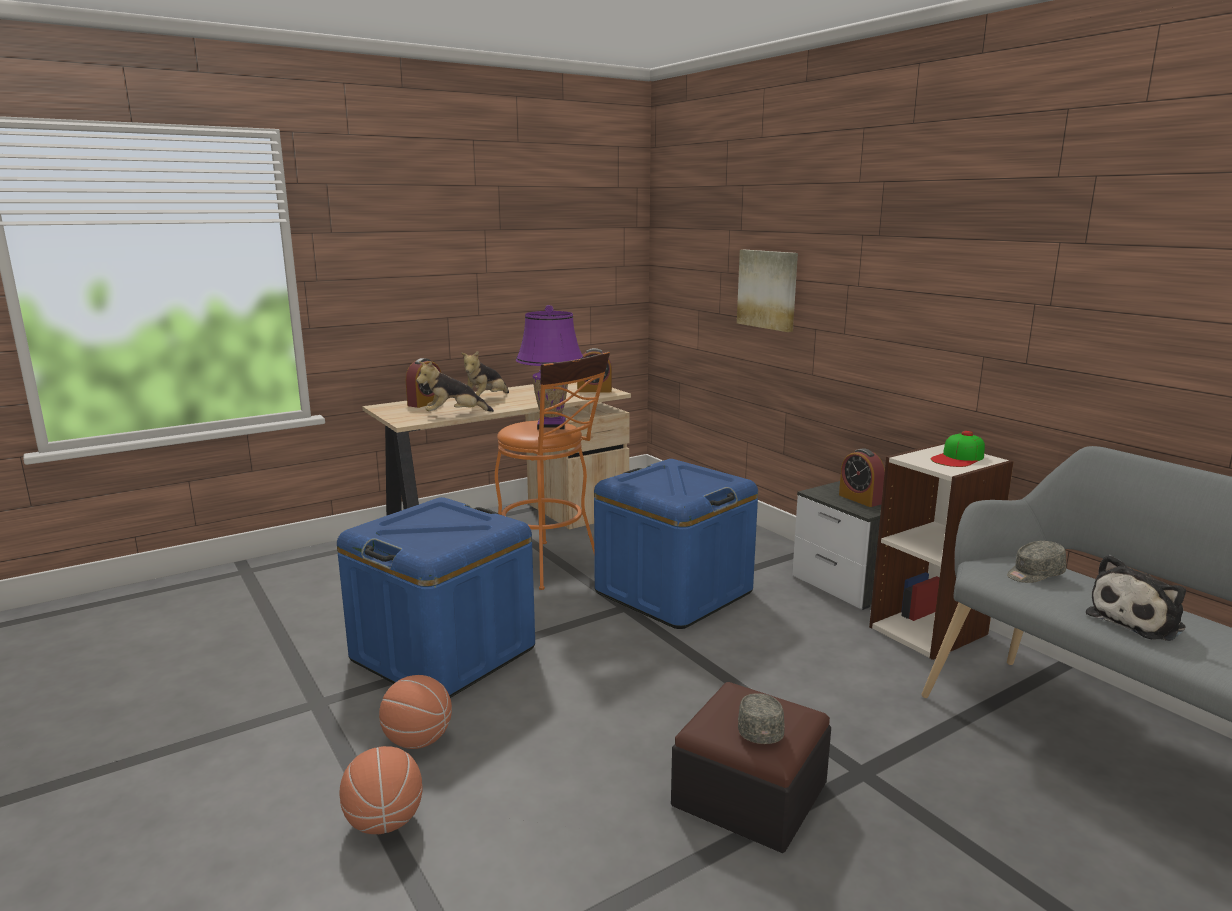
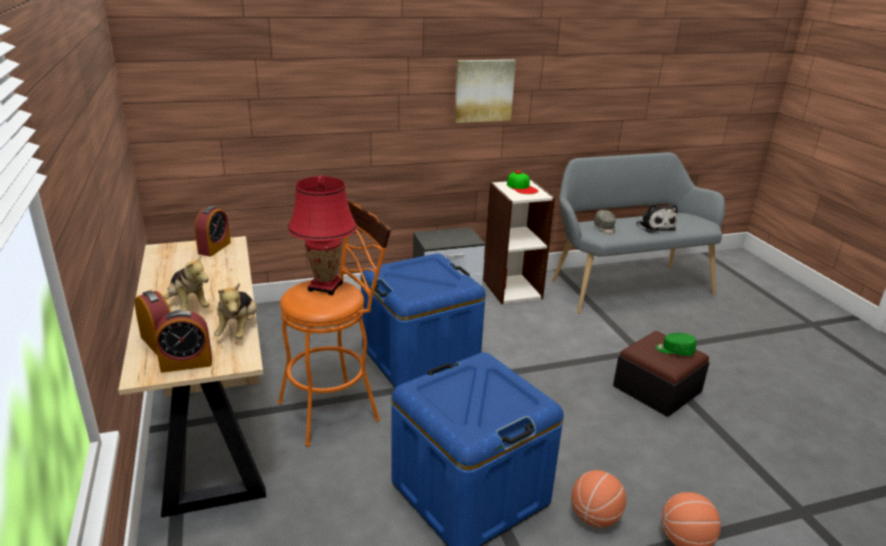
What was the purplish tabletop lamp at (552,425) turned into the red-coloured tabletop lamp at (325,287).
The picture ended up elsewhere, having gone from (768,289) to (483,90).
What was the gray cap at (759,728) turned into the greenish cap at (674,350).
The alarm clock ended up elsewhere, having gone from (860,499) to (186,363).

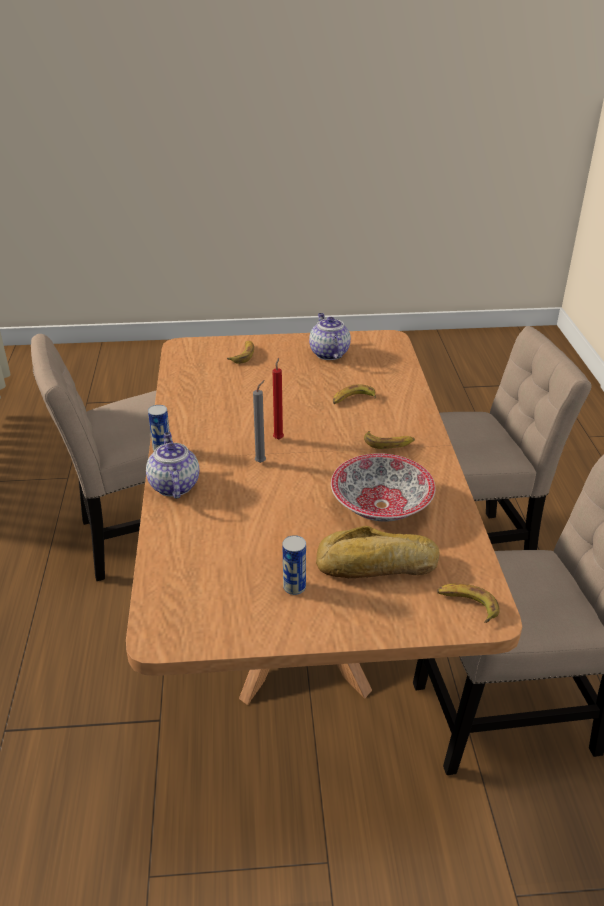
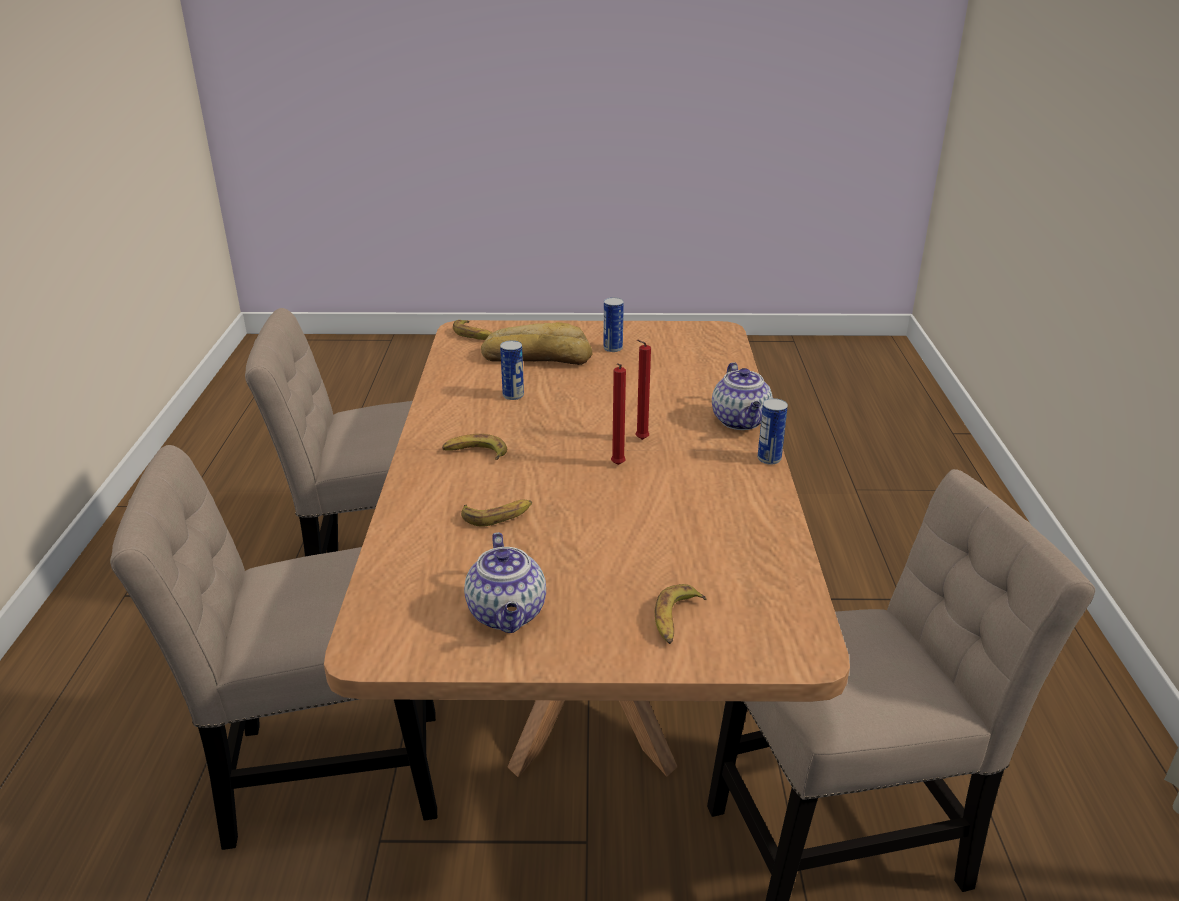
What was the gray candle at (261,462) turned into the red-coloured candle at (640,440).
Where the serving bowl stood at (382,505), the sealed can came to stand at (513,395).

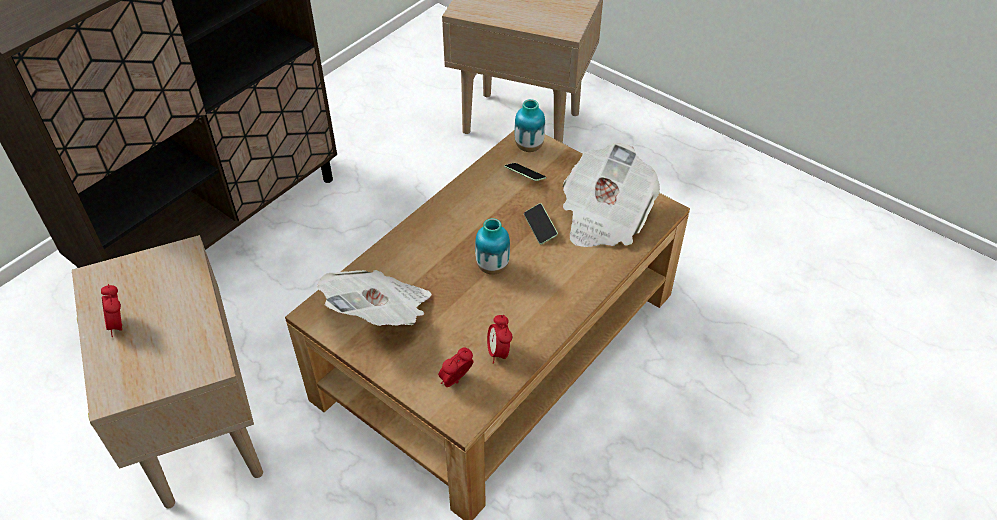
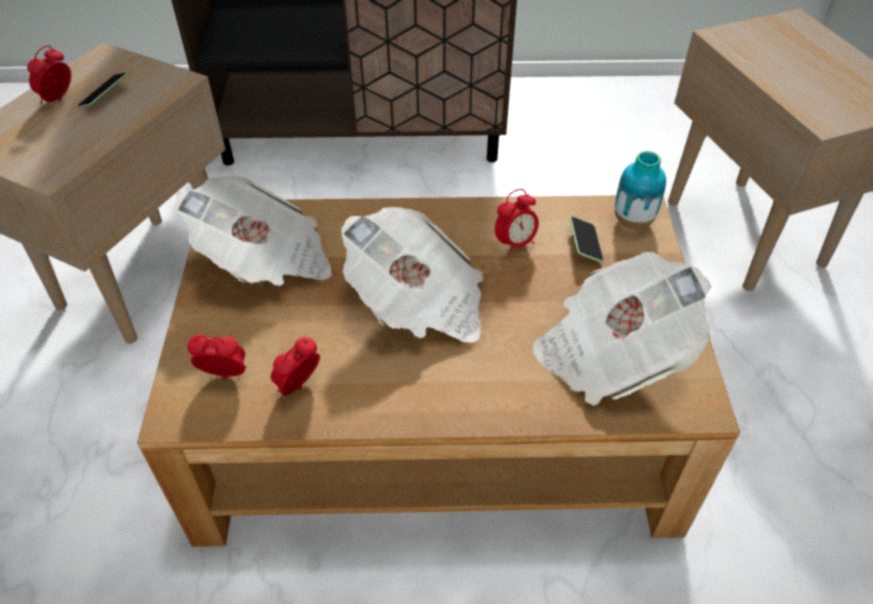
Where the vase stood at (492,267), the newspaper came to stand at (419,303).
The phone ended up elsewhere, having gone from (540,228) to (105,97).
The second view gained the alarm clock at (515,243).

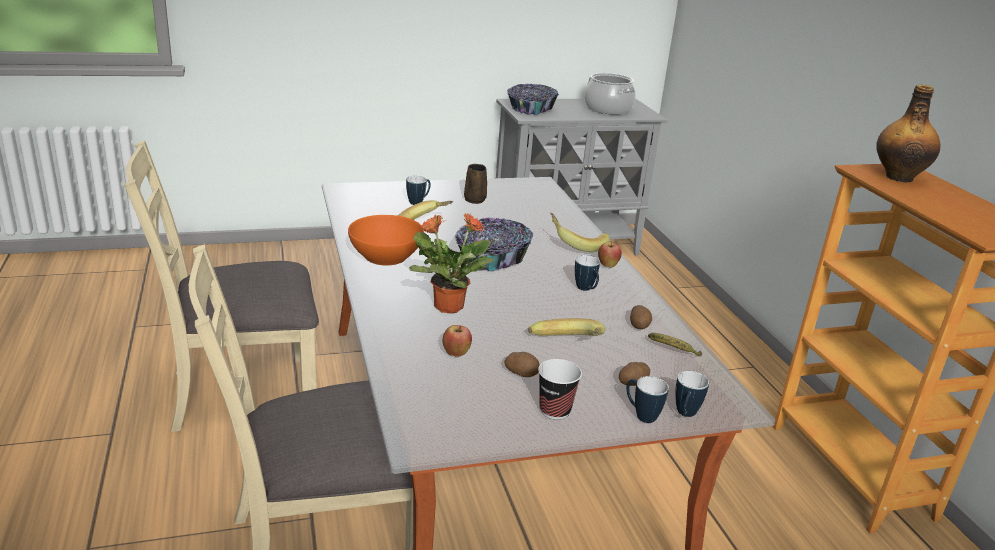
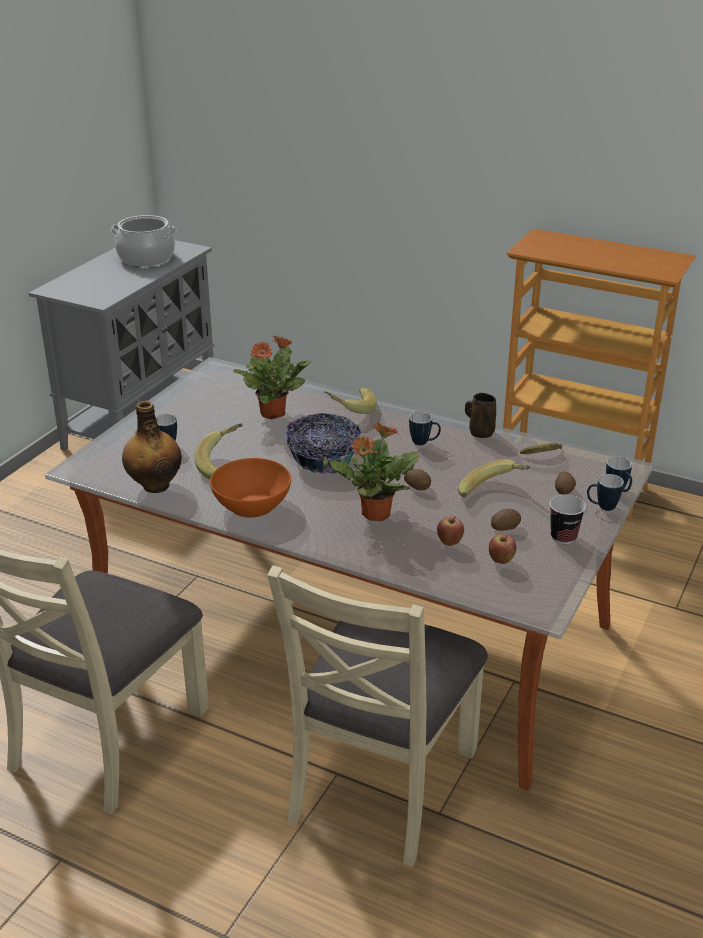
The brown mug ended up elsewhere, having gone from (475,199) to (480,432).
The second view lost the serving bowl at (530,109).
The whole apple ended up elsewhere, having gone from (608,266) to (501,561).
The spud ended up elsewhere, having gone from (639,325) to (418,486).
The drink bottle ended up elsewhere, having gone from (898,177) to (155,485).
The second view gained the potted plant at (273,413).

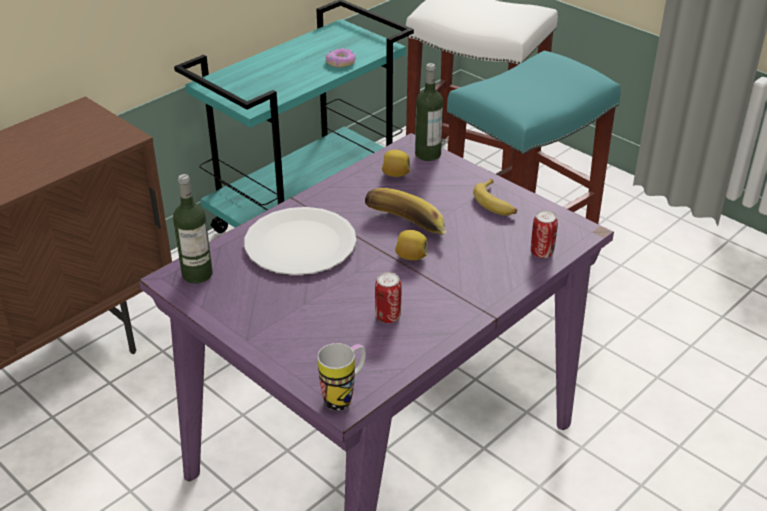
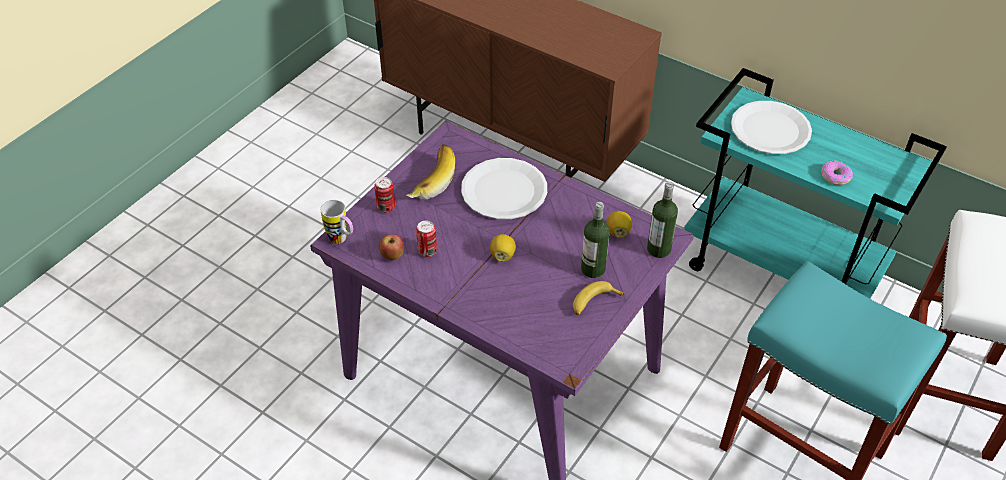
The drink bottle ended up elsewhere, having gone from (197,274) to (593,269).
The banana fruit ended up elsewhere, having gone from (404,227) to (430,180).
The sealed can ended up elsewhere, having gone from (541,253) to (386,207).
The second view gained the whole apple at (392,256).
The second view gained the white plate at (770,129).

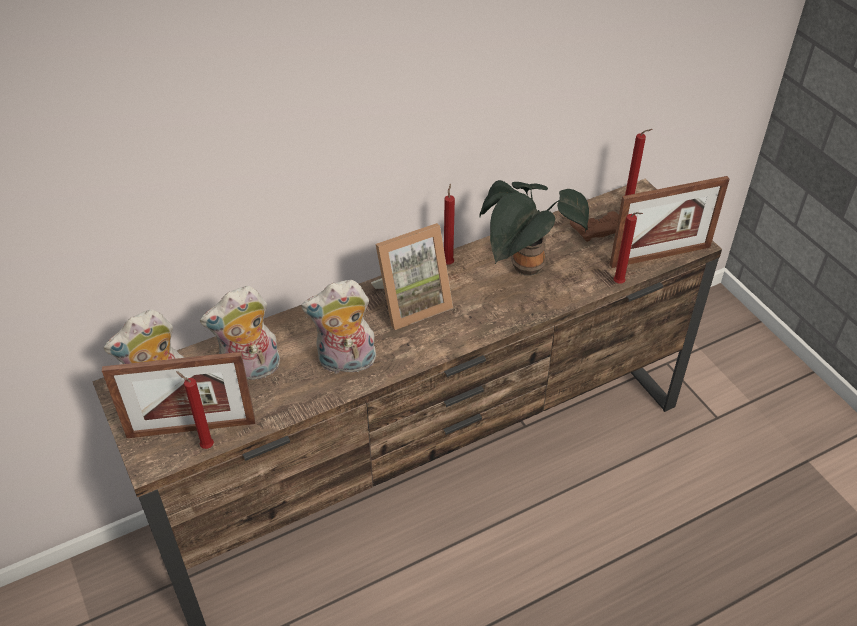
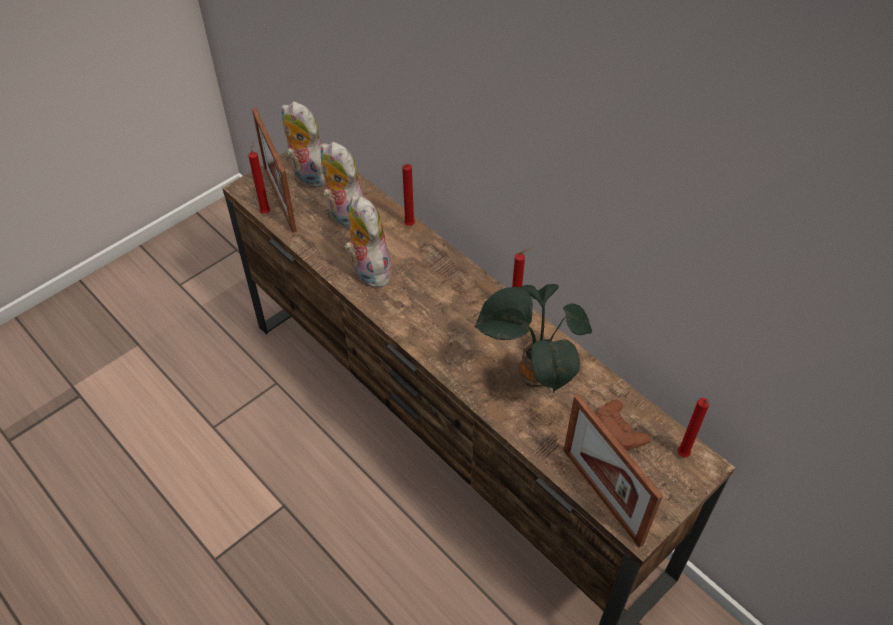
The second view lost the photo frame at (411,303).
The red-coloured candle ended up elsewhere, having gone from (620,284) to (408,226).

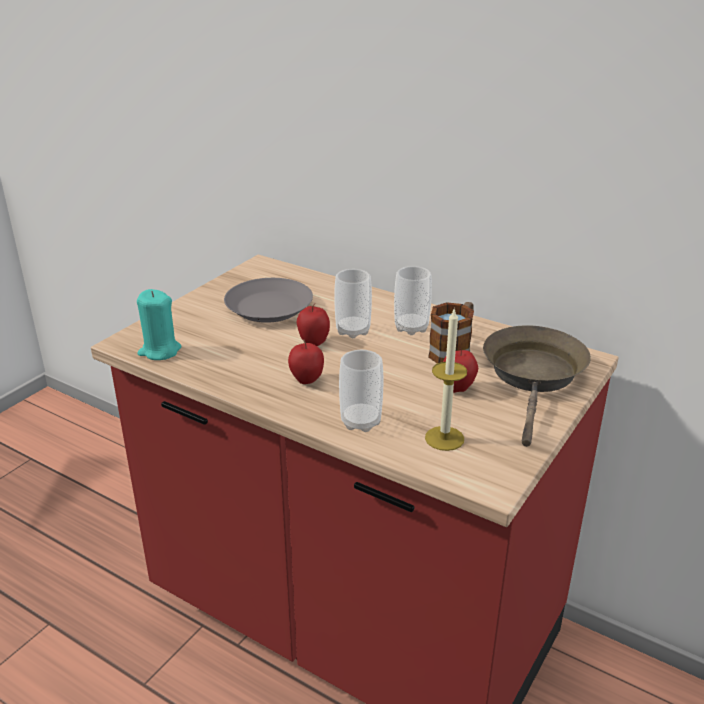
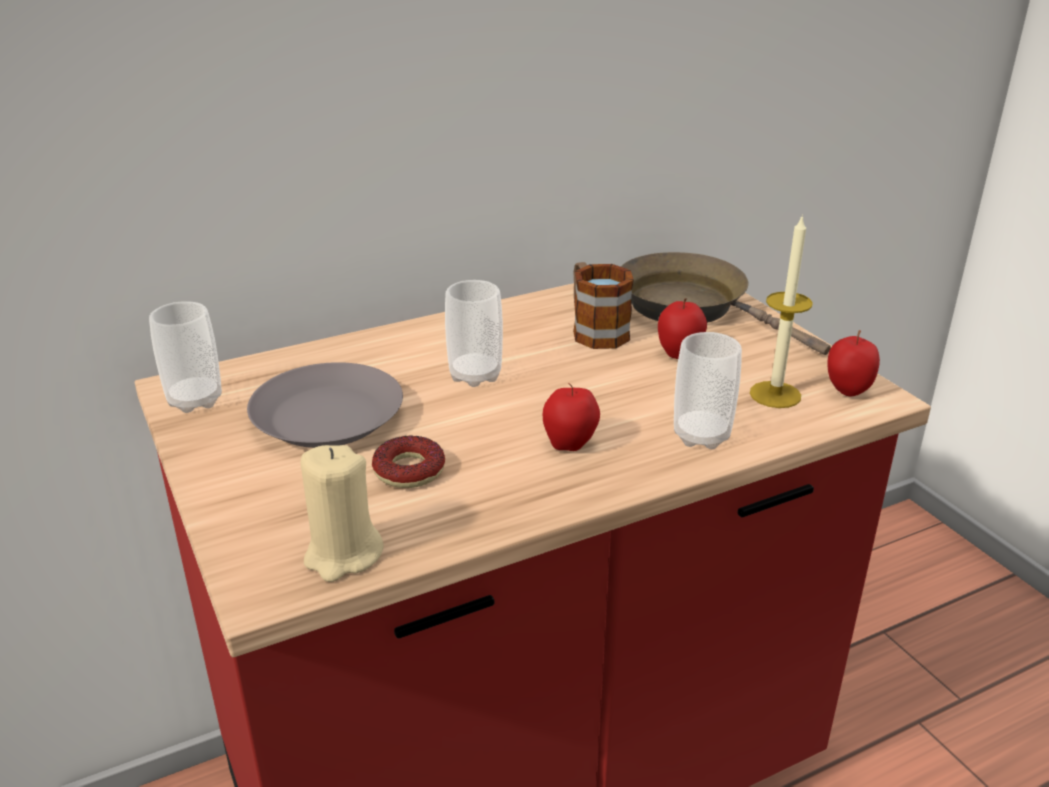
What was the turquoise candle at (159,351) turned into the sand-coloured candle at (342,555).
The whole apple ended up elsewhere, having gone from (313,342) to (847,392).
The drinking cup ended up elsewhere, having gone from (411,328) to (195,400).
The second view gained the doughnut at (409,470).

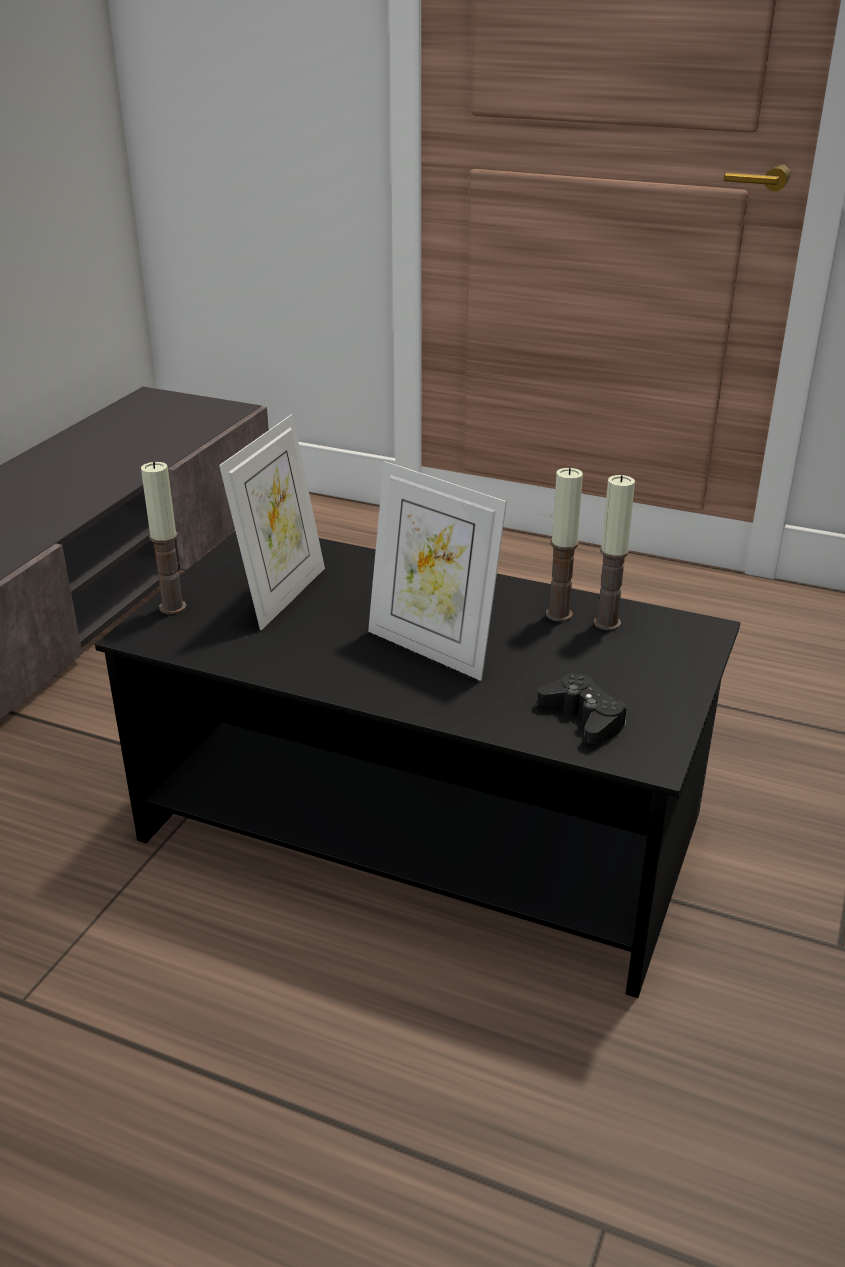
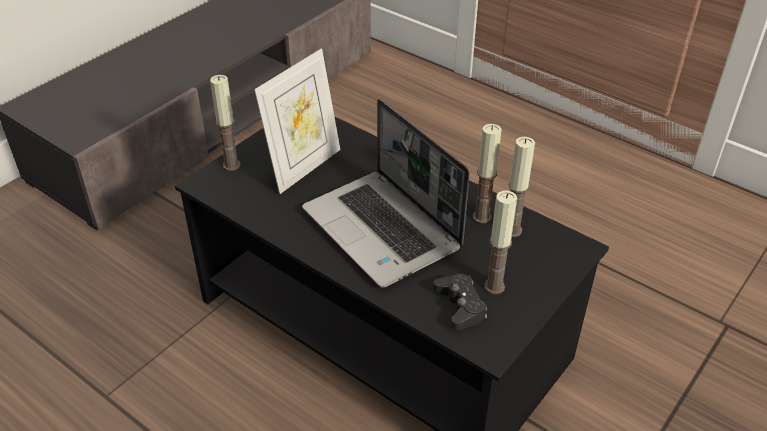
Where the photo frame stood at (432,648), the portable computer came to stand at (384,230).
The second view gained the candle at (494,286).

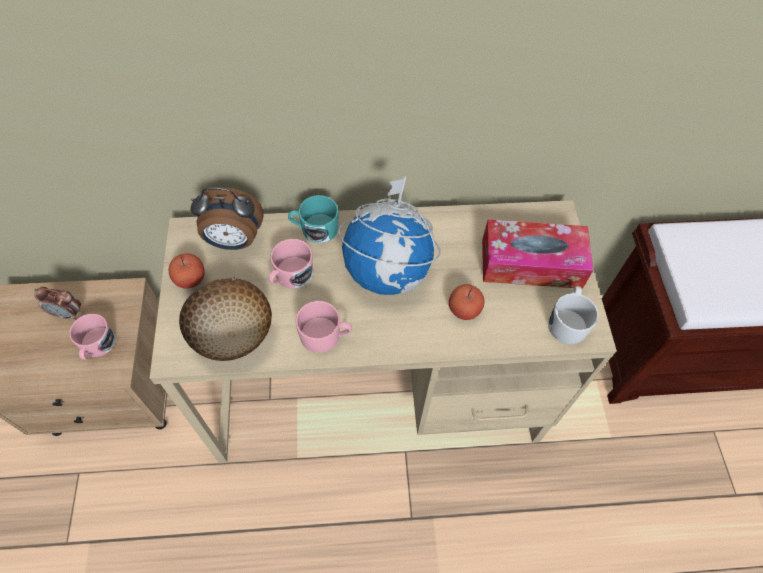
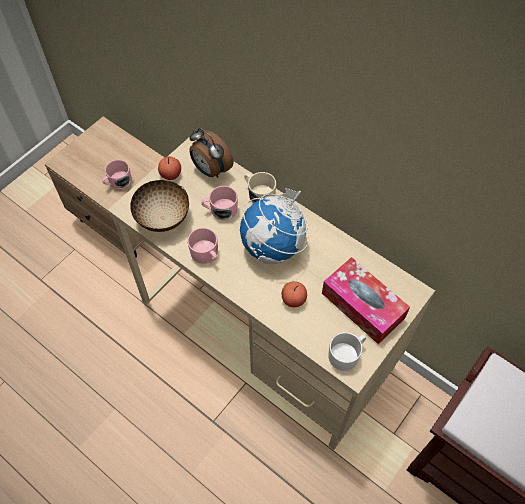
The second view lost the alarm clock at (68,313).
What was the turquoise mug at (314,229) turned into the sand-coloured mug at (259,194).

